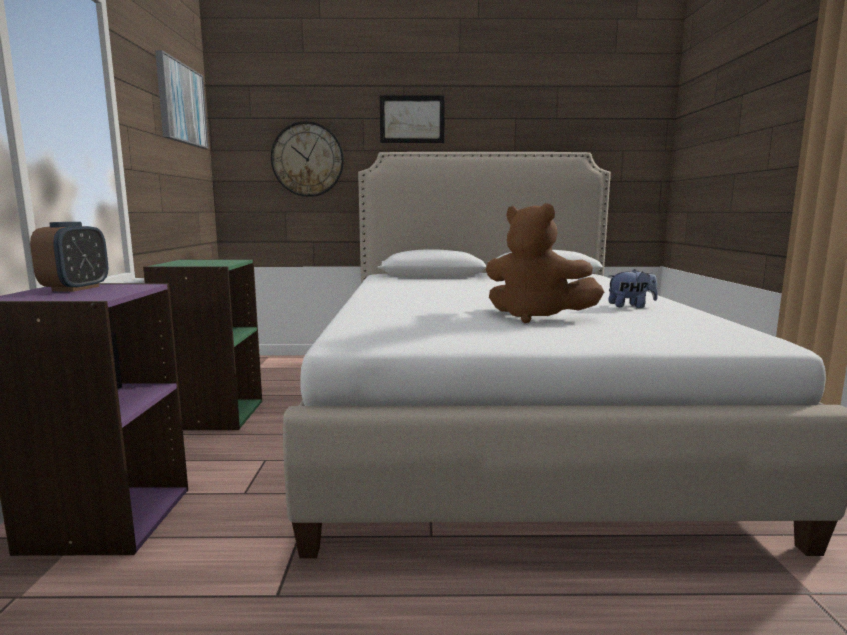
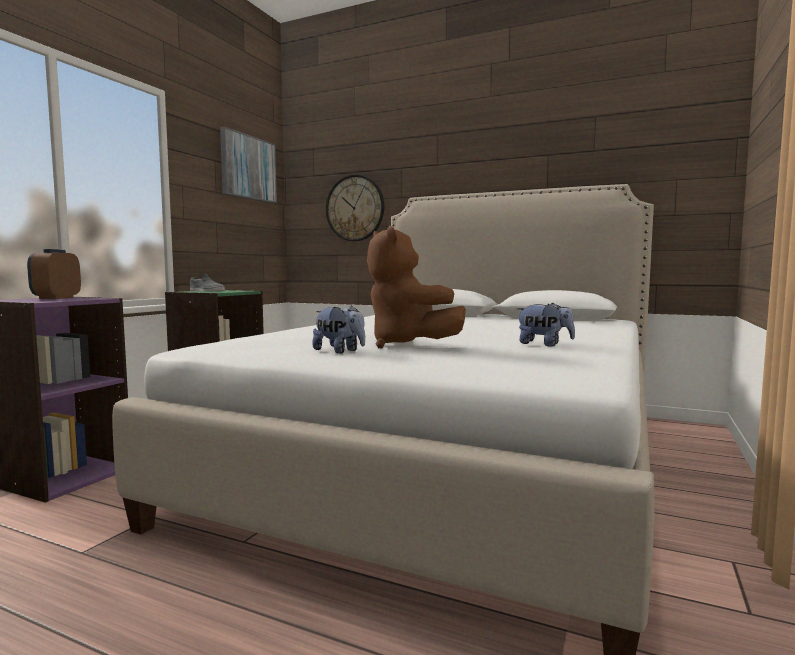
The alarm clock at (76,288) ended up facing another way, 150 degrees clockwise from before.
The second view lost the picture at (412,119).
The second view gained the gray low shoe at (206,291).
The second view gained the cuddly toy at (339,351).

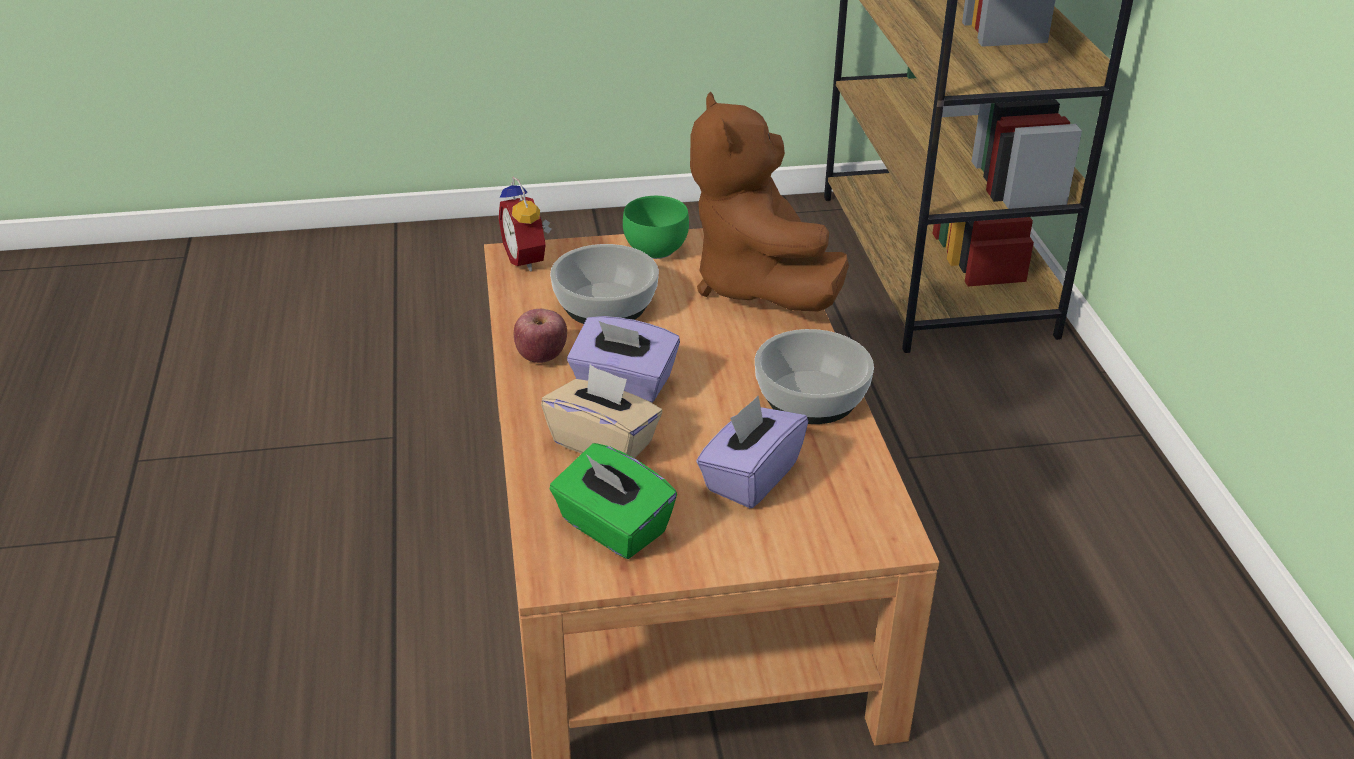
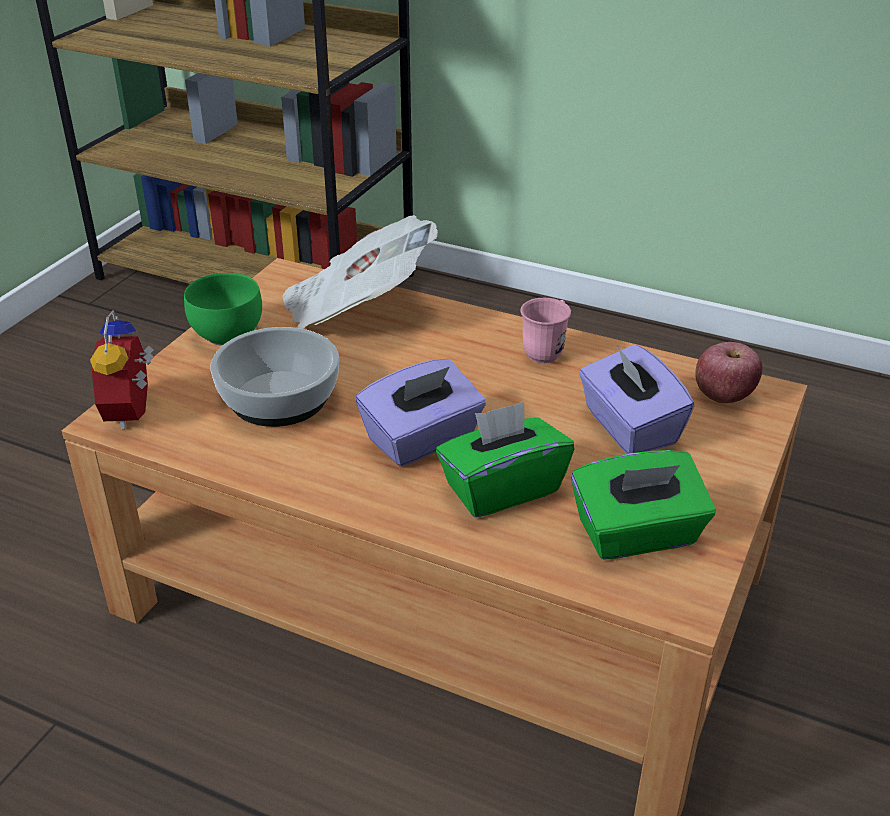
The alarm clock at (528,259) ended up facing another way, 75 degrees clockwise from before.
The whole apple ended up elsewhere, having gone from (541,356) to (723,395).
What was the sand-coloured tissue holder at (603,443) turned into the greenish tissue holder at (502,488).
Where the brown cuddly toy stood at (757,285), the newspaper came to stand at (356,309).
Where the serving bowl stood at (812,396), the pinkish mug came to stand at (547,350).

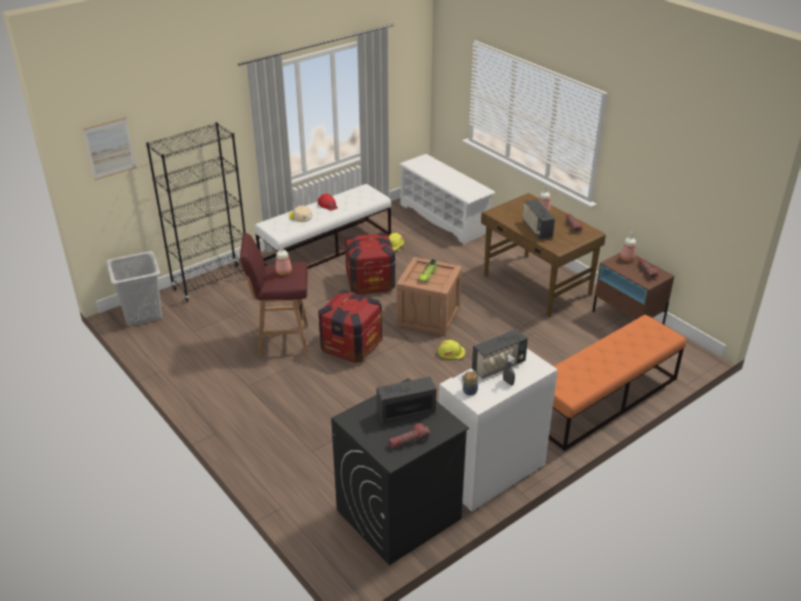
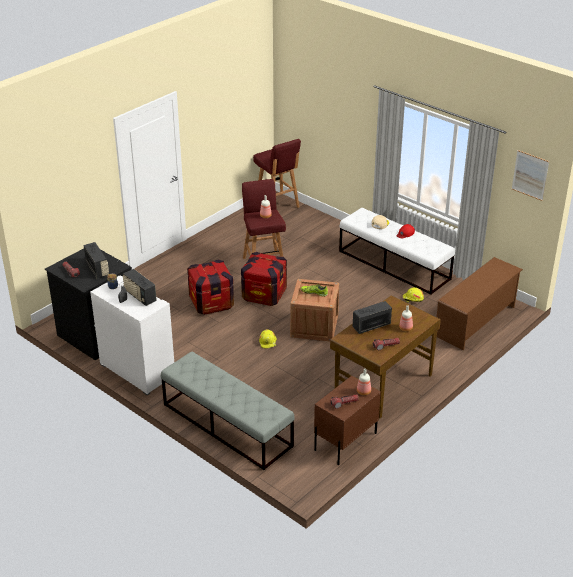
The picture ended up elsewhere, having gone from (110,148) to (530,175).
Where the gray washing basket stood at (143,314), the red-coloured stool came to stand at (277,205).
The second view lost the black bookcase at (212,283).
The packing crate ended up elsewhere, having gone from (370,282) to (211,303).
What was the white shoe stand at (444,219) turned into the brown shoe stand at (475,321).
What was the orange bench at (602,400) turned into the gray bench at (226,425).

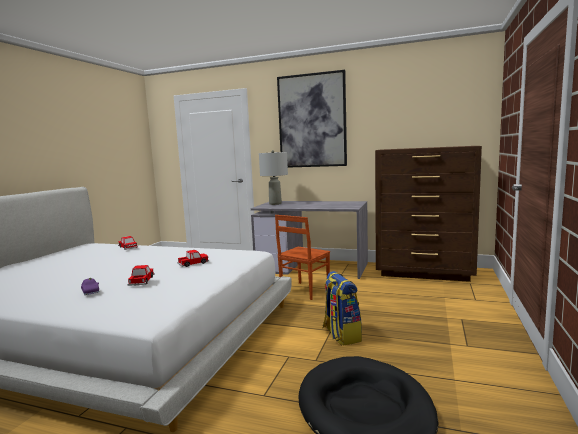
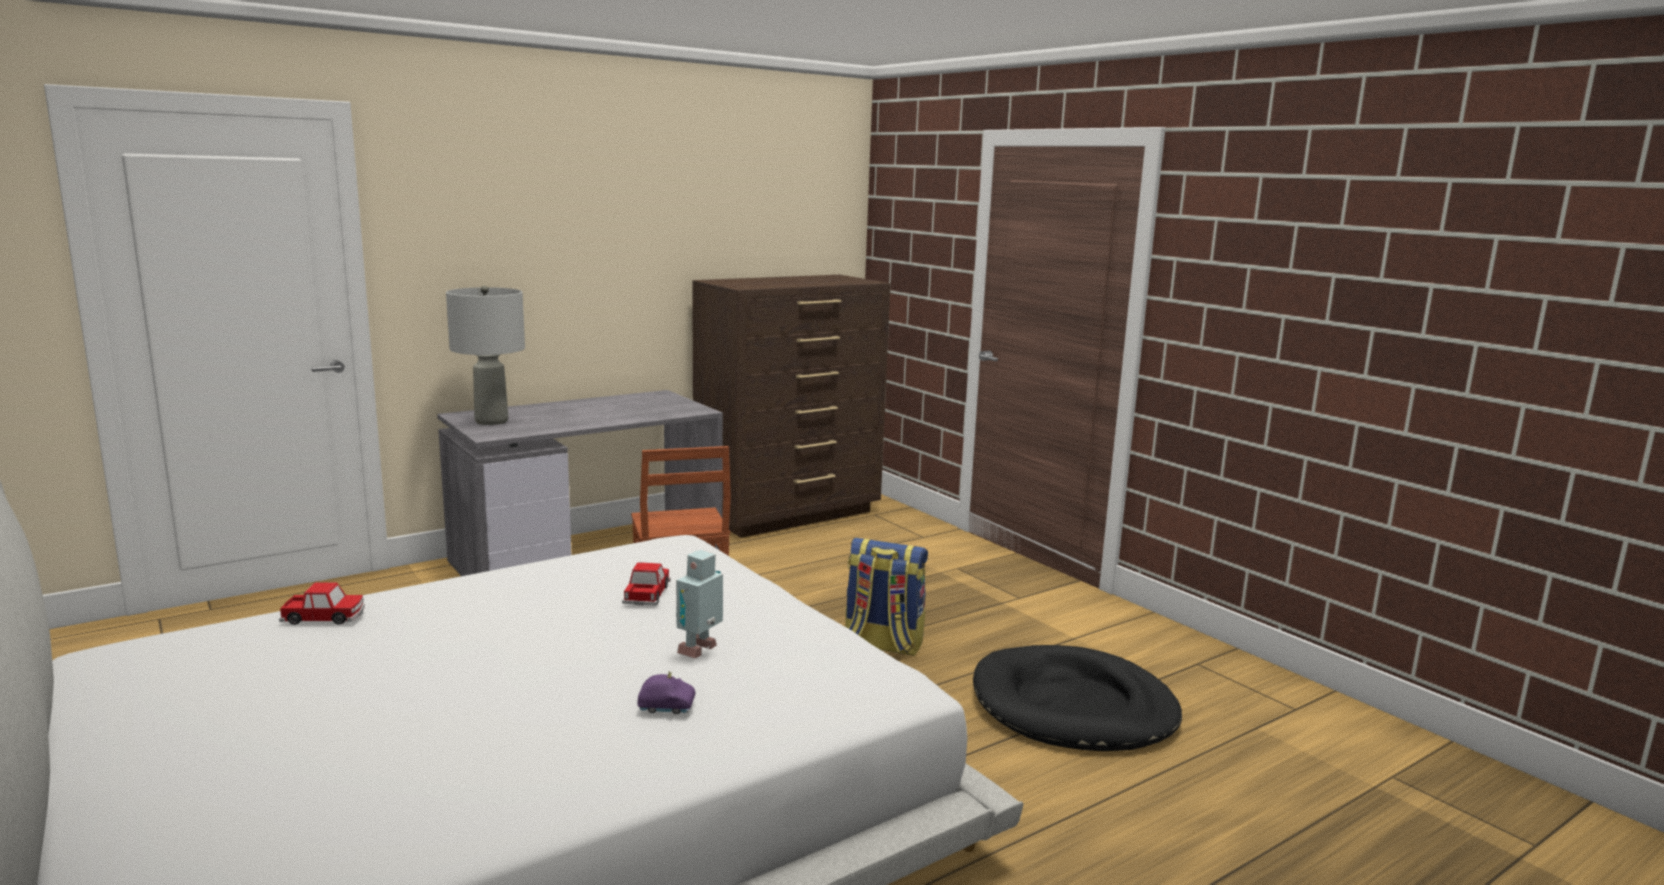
Where the toy car stood at (142,281), the robot figure came to stand at (700,650).
The second view lost the picture at (312,121).

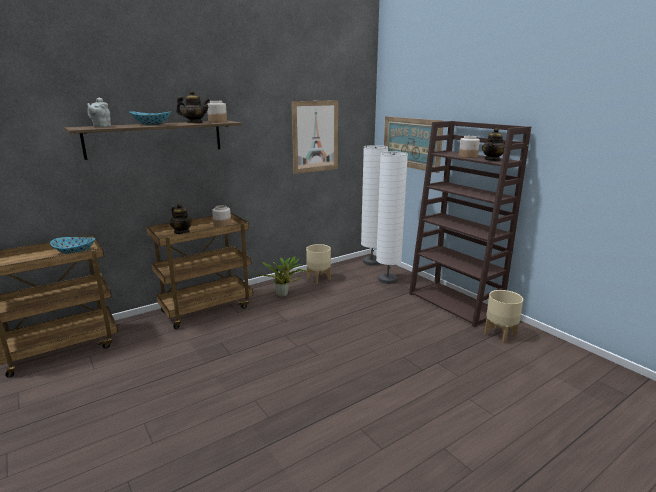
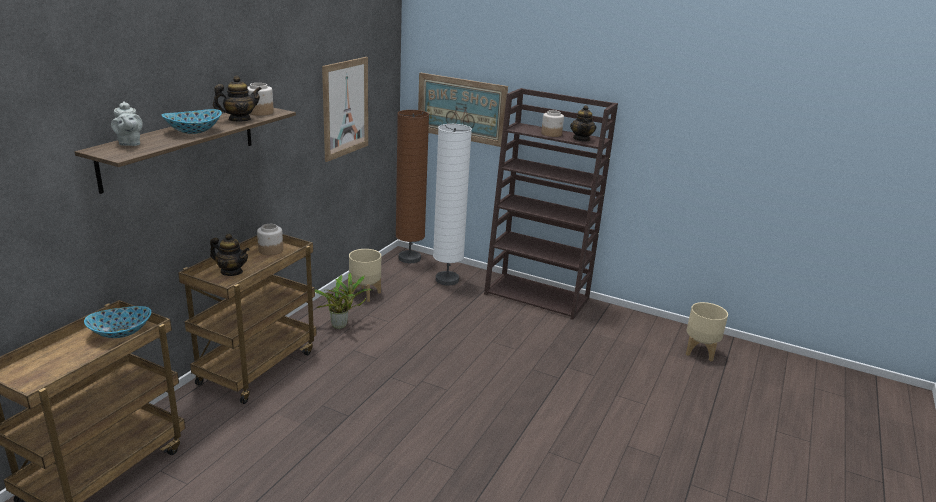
What was the white standard lamp at (371,262) turned into the brown standard lamp at (409,258).
The sand-coloured plant pot ended up elsewhere, having gone from (500,334) to (700,351).

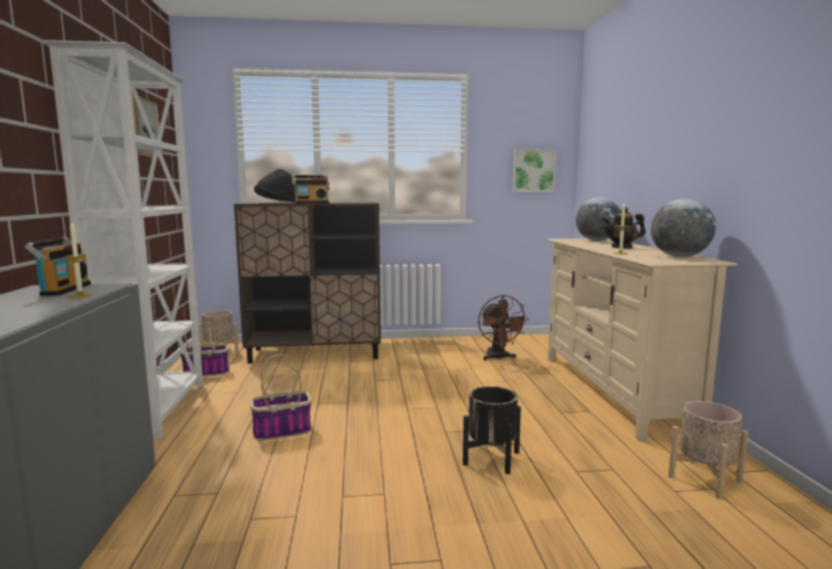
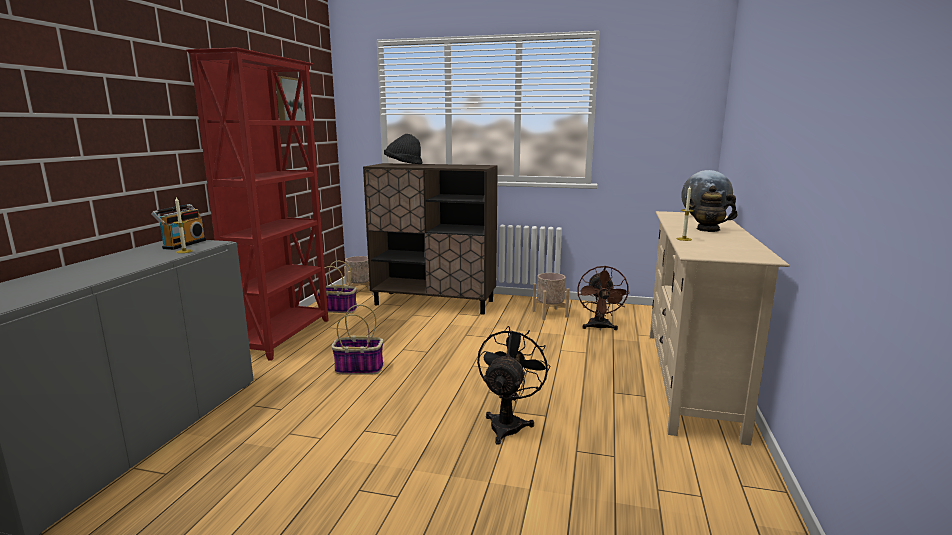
What was the white bookcase at (158,410) turned into the red-coloured bookcase at (285,336).
The second view lost the radio receiver at (311,203).
Where the black plant pot stood at (491,458), the black electric fan came to stand at (508,423).
The second view lost the picture at (533,171).
The second view lost the desk globe at (679,256).
The sand-coloured plant pot ended up elsewhere, having gone from (704,479) to (550,314).

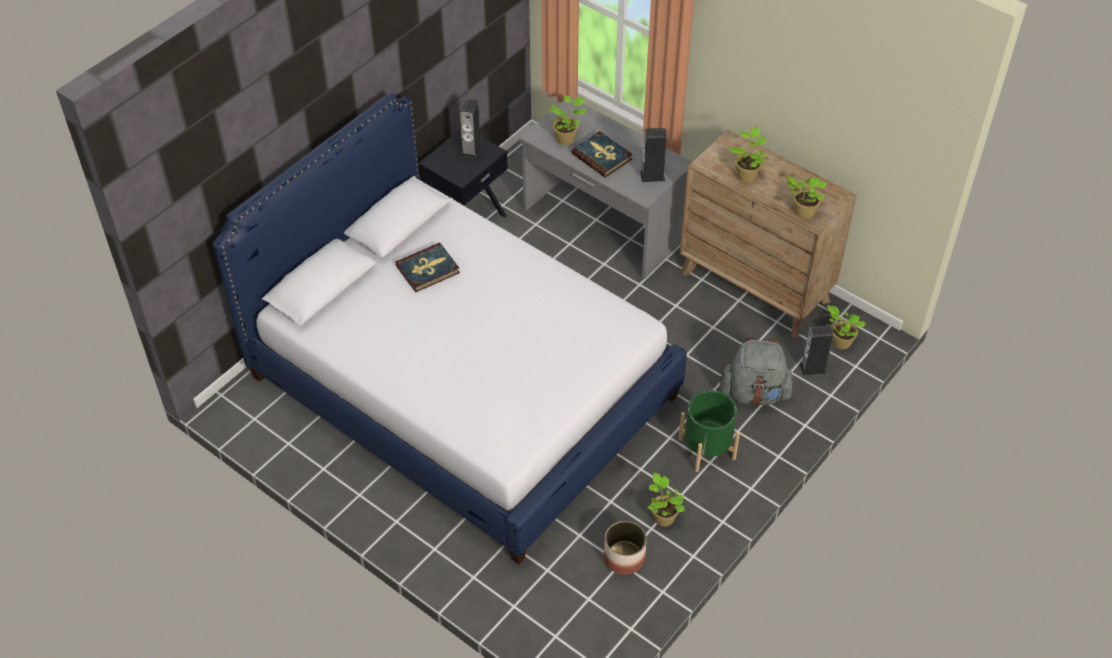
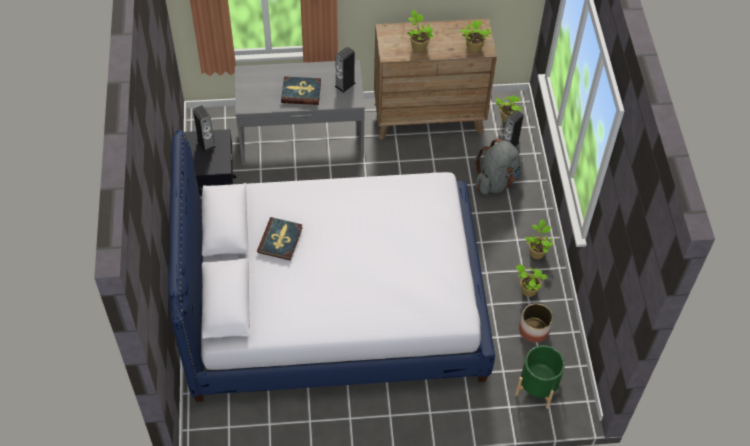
The potted plant ended up elsewhere, having gone from (566,138) to (537,252).
The greenish plant pot ended up elsewhere, having gone from (707,449) to (537,387).

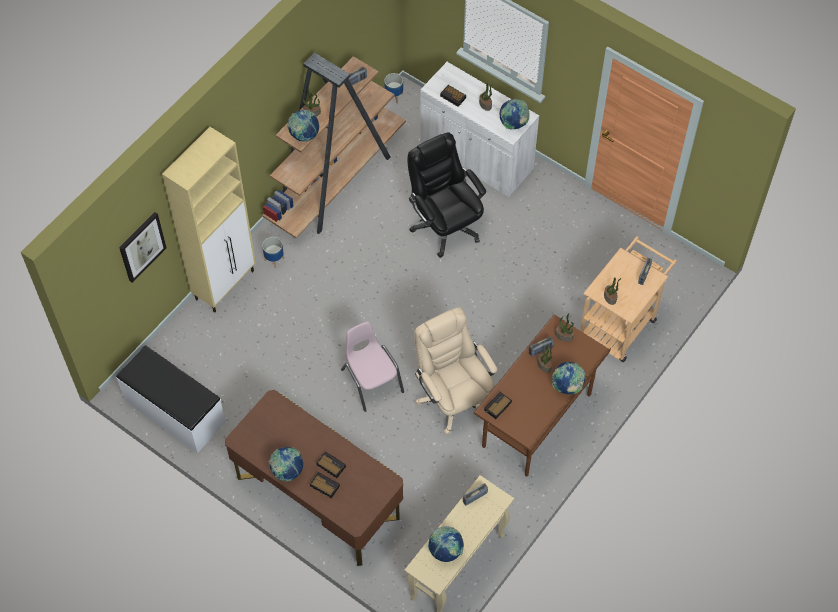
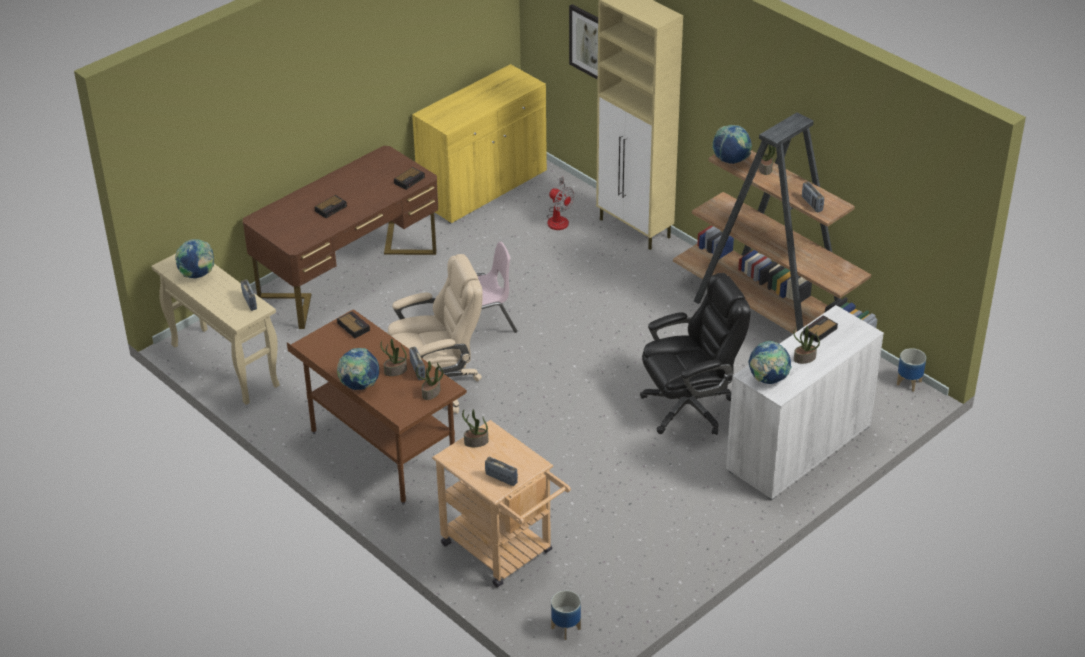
Where the white bench stood at (174,411), the yellowish cabinet came to stand at (483,187).
The plant pot ended up elsewhere, having gone from (274,259) to (565,628).
The second view lost the desk globe at (287,471).
The alarm clock ended up elsewhere, having gone from (324,485) to (410,180).
The second view gained the electric fan at (559,218).

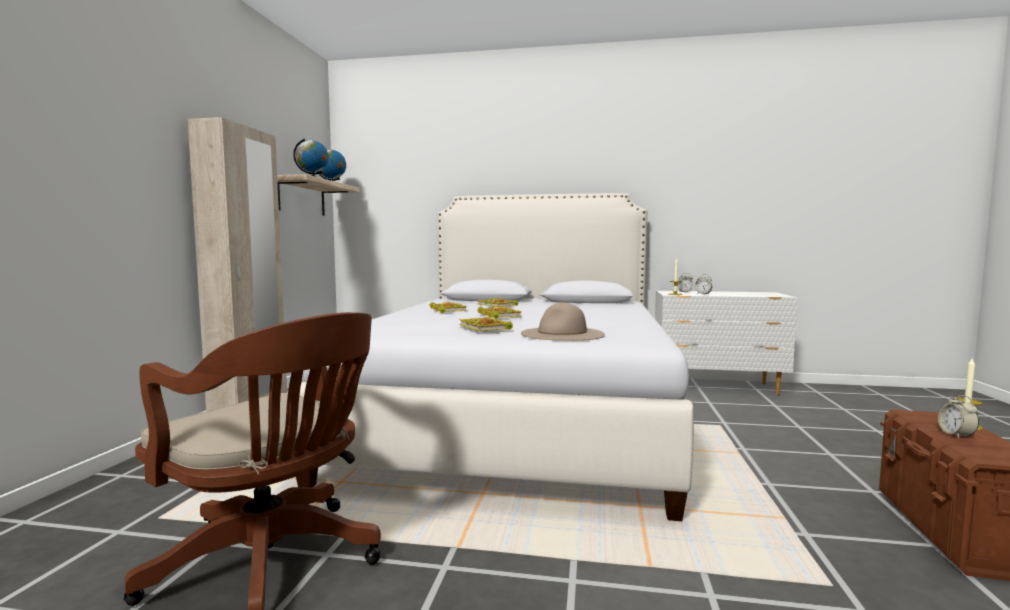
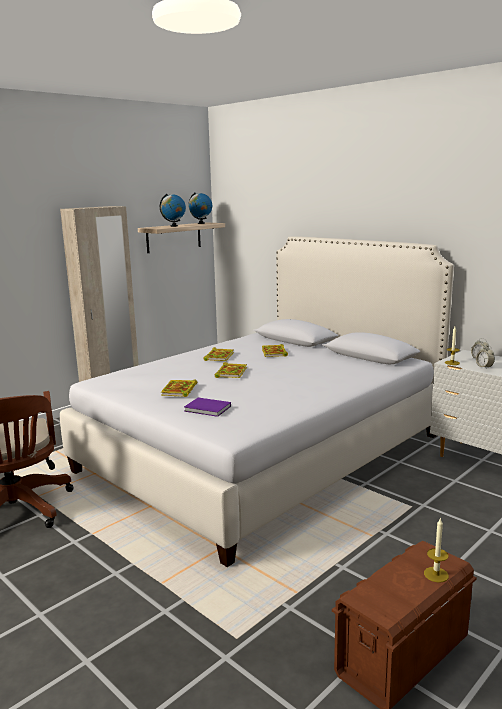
Where the sand-coloured hat stood at (562,334), the purplish volume came to stand at (208,409).
The second view lost the alarm clock at (956,435).

